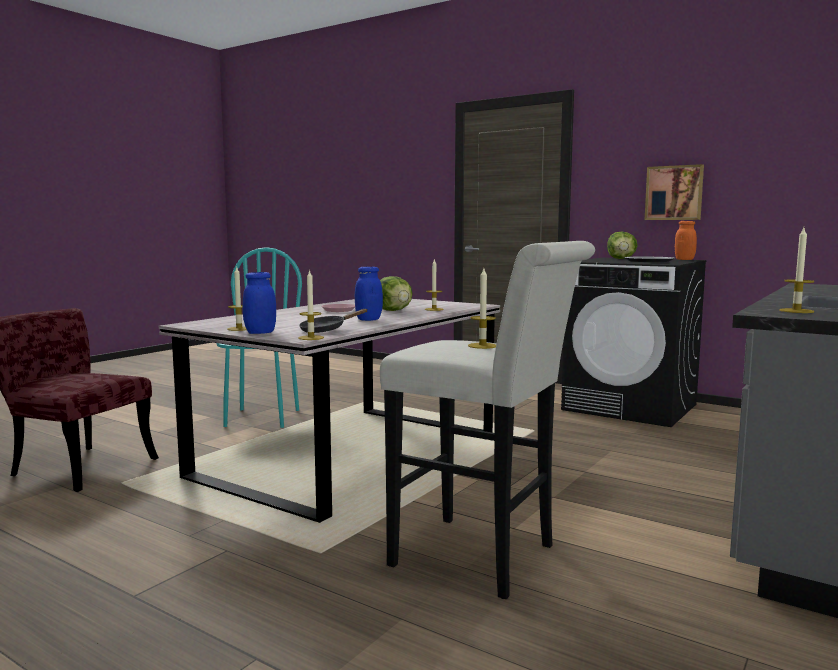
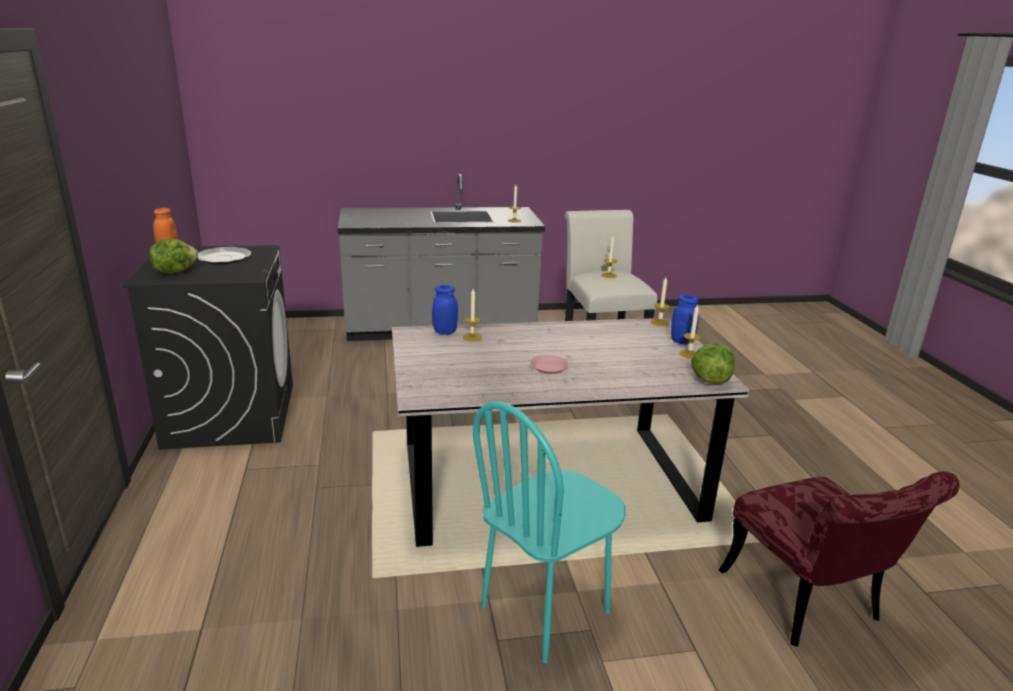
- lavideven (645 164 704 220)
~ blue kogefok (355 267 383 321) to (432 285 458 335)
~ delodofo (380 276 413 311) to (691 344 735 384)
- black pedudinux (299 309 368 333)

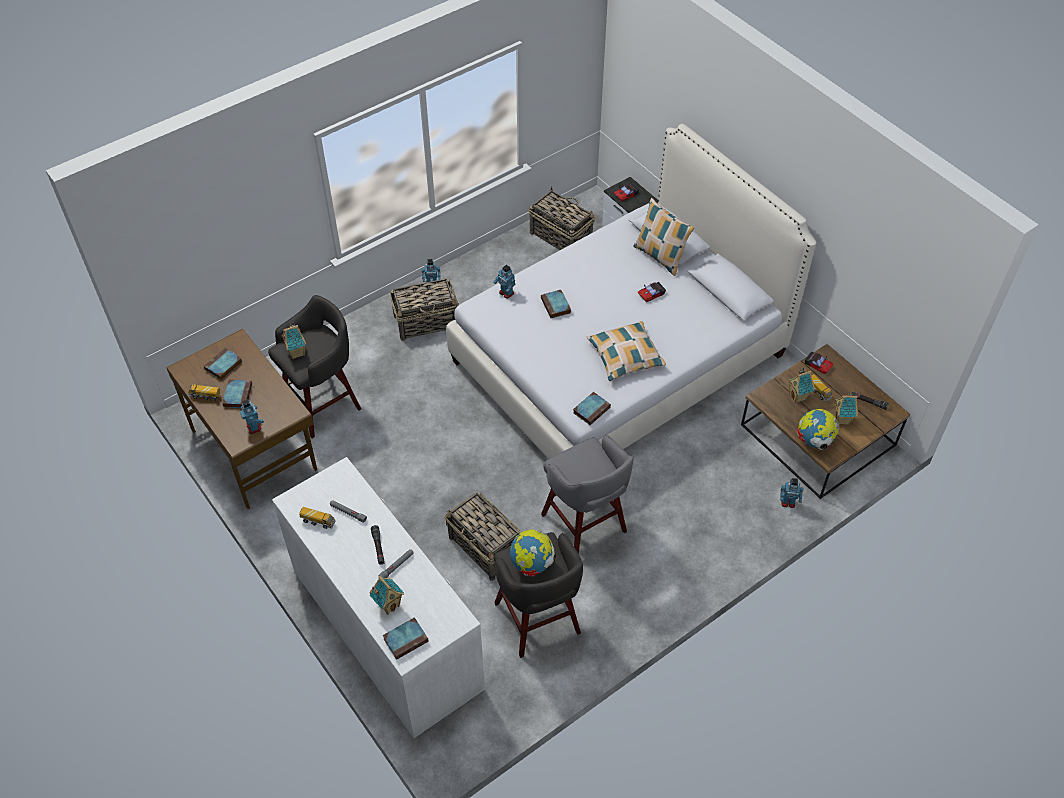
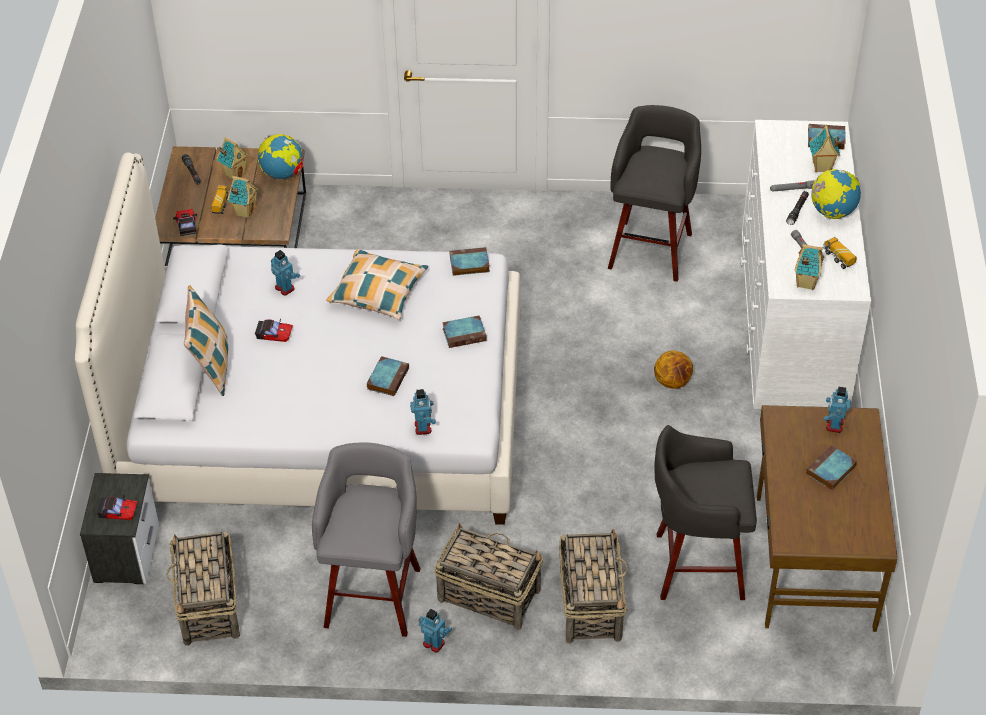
~ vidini (281 322 306 359) to (794 244 825 290)
~ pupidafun (204 348 242 380) to (442 316 487 348)
- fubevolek (188 384 220 401)
~ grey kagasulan (541 435 634 554) to (312 443 421 637)
~ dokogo (780 478 803 508) to (271 250 300 296)
~ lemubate (444 492 521 581) to (559 528 628 644)
~ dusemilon (510 529 556 576) to (811 169 861 219)
+ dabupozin (654 350 693 389)

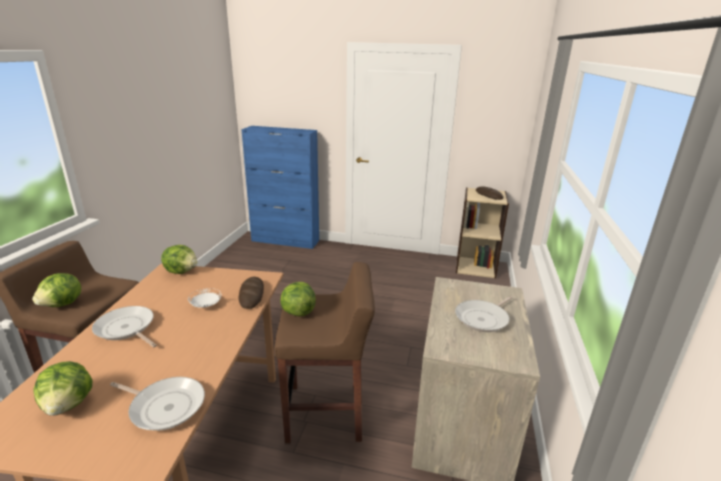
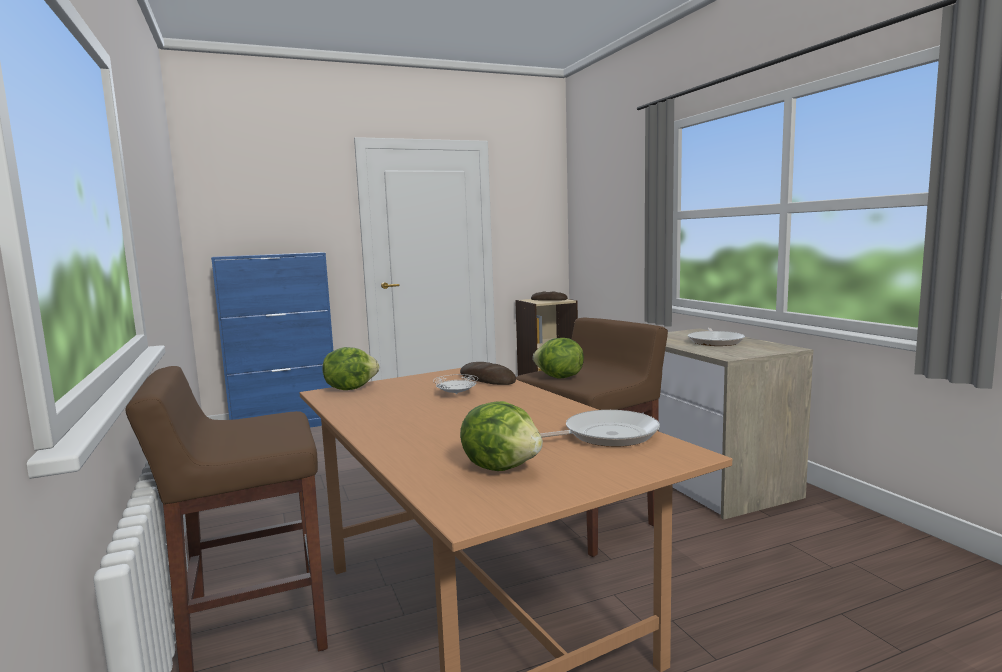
- delodofo (32 273 81 307)
- pedudinux (92 306 157 347)

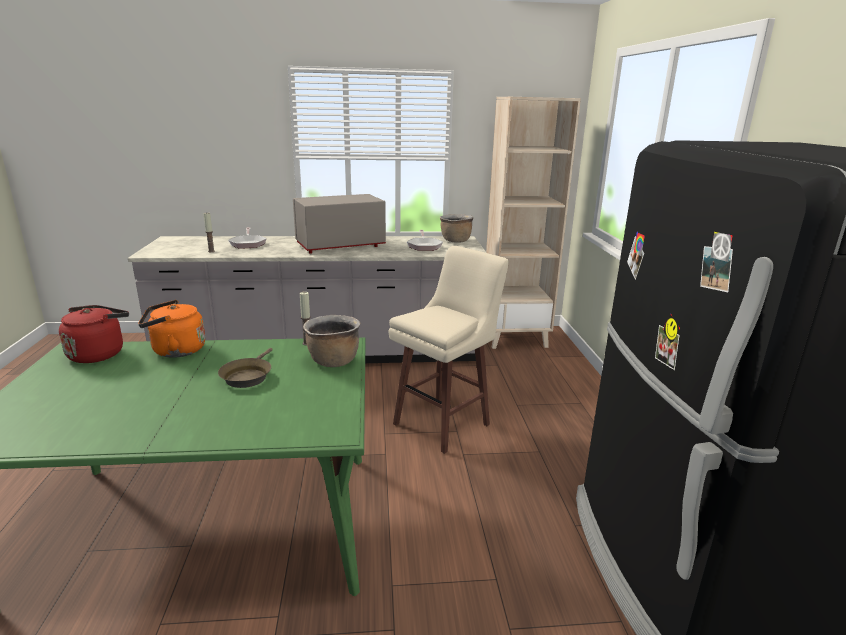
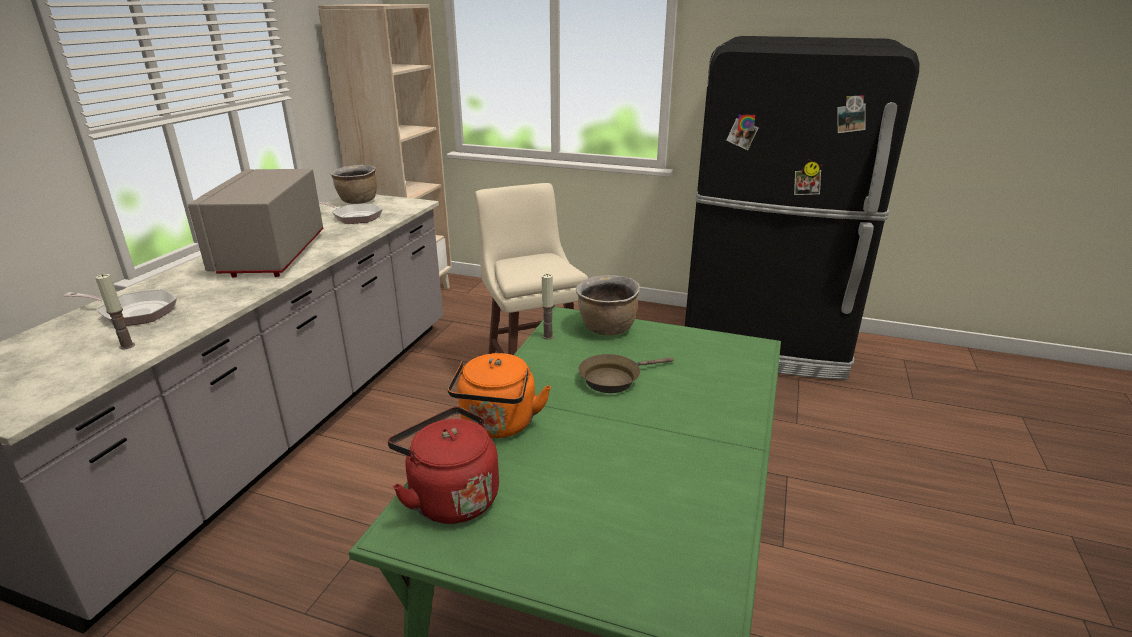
~ brown pedudinux (218 348 273 388) = (578 354 674 393) 120 degrees clockwise

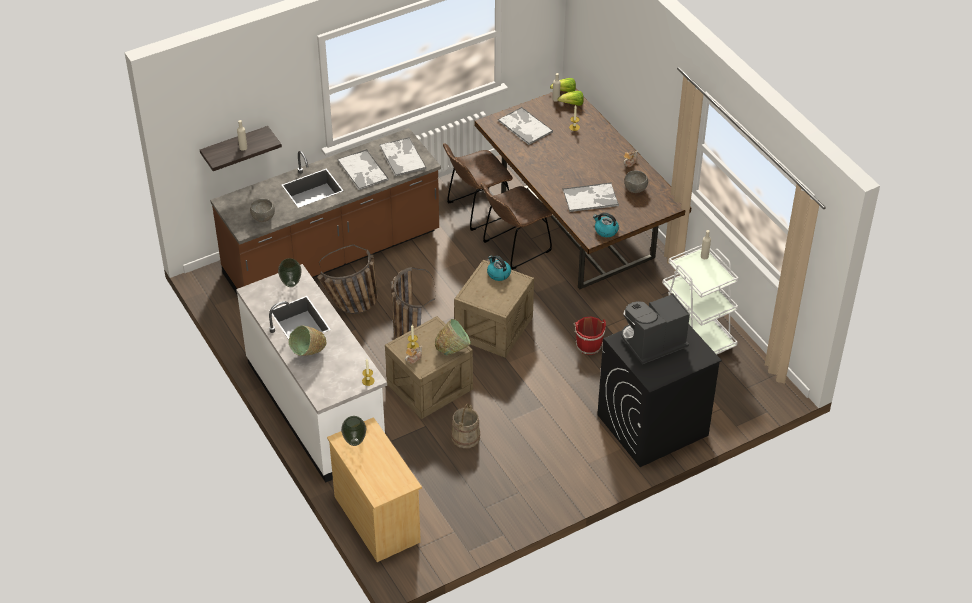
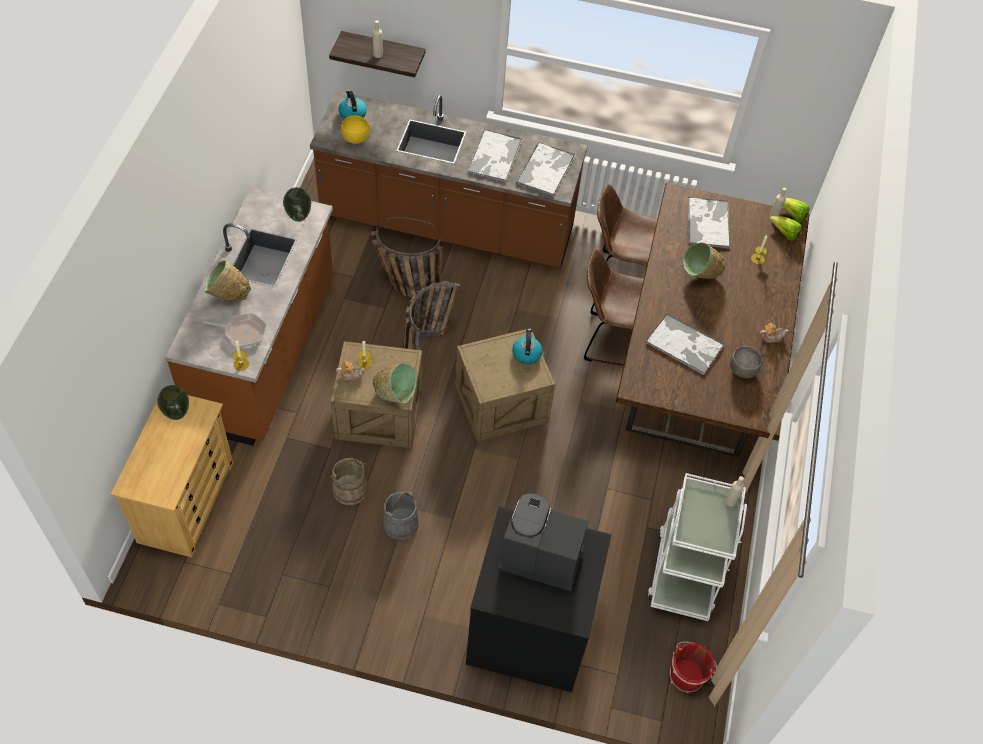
~ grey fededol (250 199 275 222) to yellow fededol (341 115 370 144)
~ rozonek (593 213 619 237) to (339 90 367 119)
~ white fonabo (236 264 387 483) to brown fonabo (165 187 333 446)
~ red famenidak (573 316 606 355) to (670 642 717 693)
+ green fededol (683 243 726 279)
+ pedudinux (203 313 266 347)
+ grey famenidak (383 491 419 540)

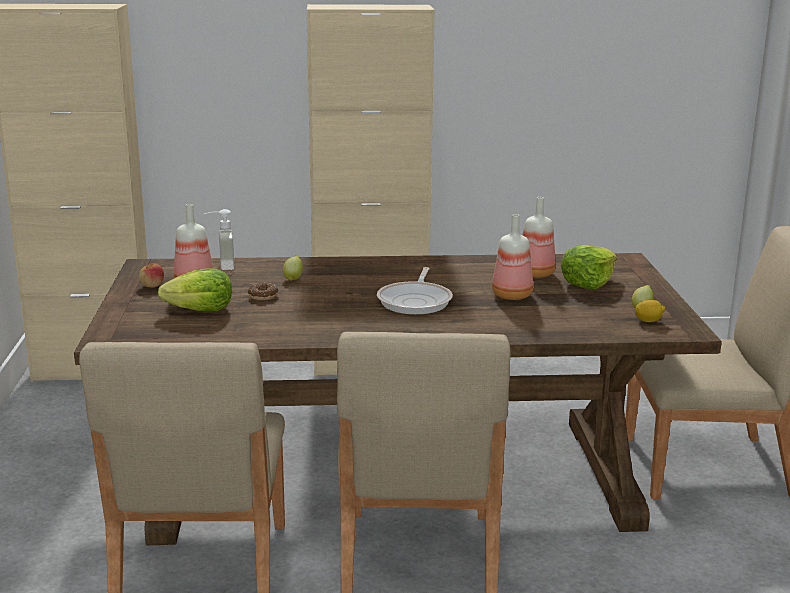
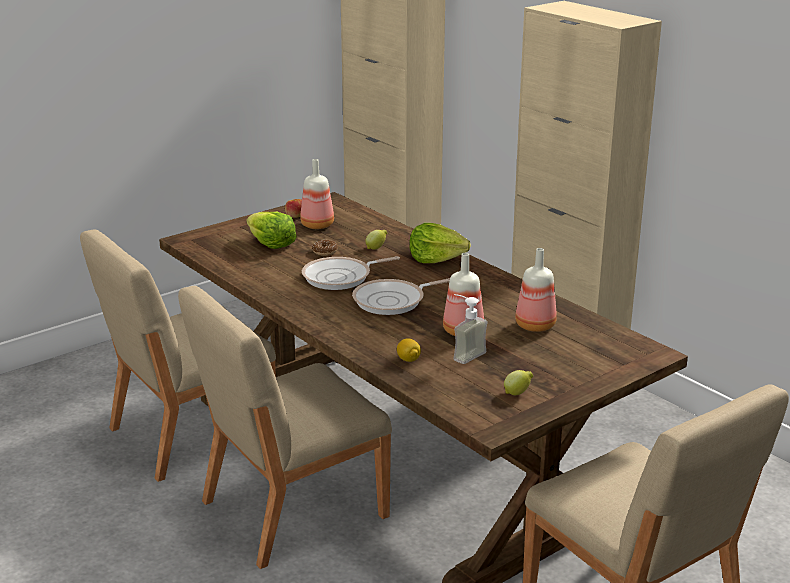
~ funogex (204 209 235 270) to (453 294 488 364)
~ delodofo (561 245 617 289) to (410 223 471 263)
~ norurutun (634 300 665 322) to (397 339 421 362)
+ pedudinux (302 256 400 290)

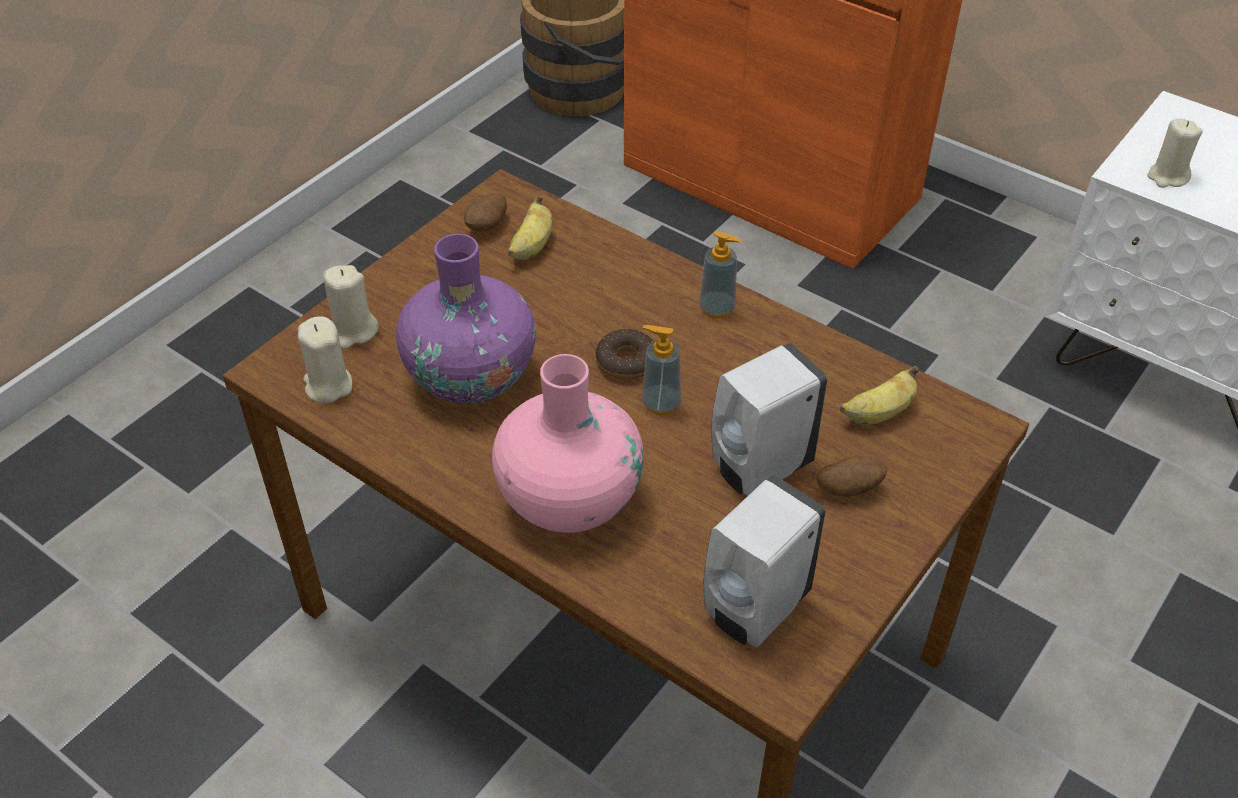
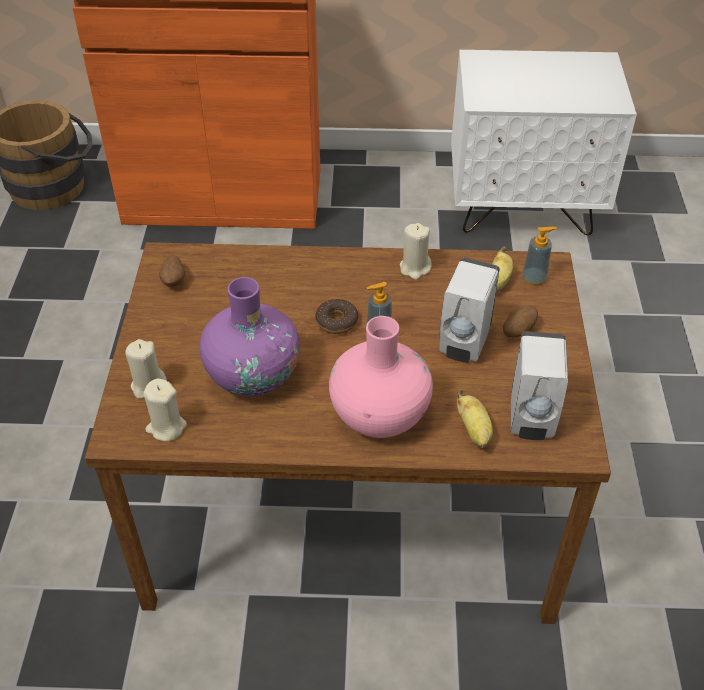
~ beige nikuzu (1148 118 1203 188) to (400 223 432 280)
~ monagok (507 196 553 260) to (456 389 493 448)
~ funogex (699 231 741 319) to (522 227 557 286)

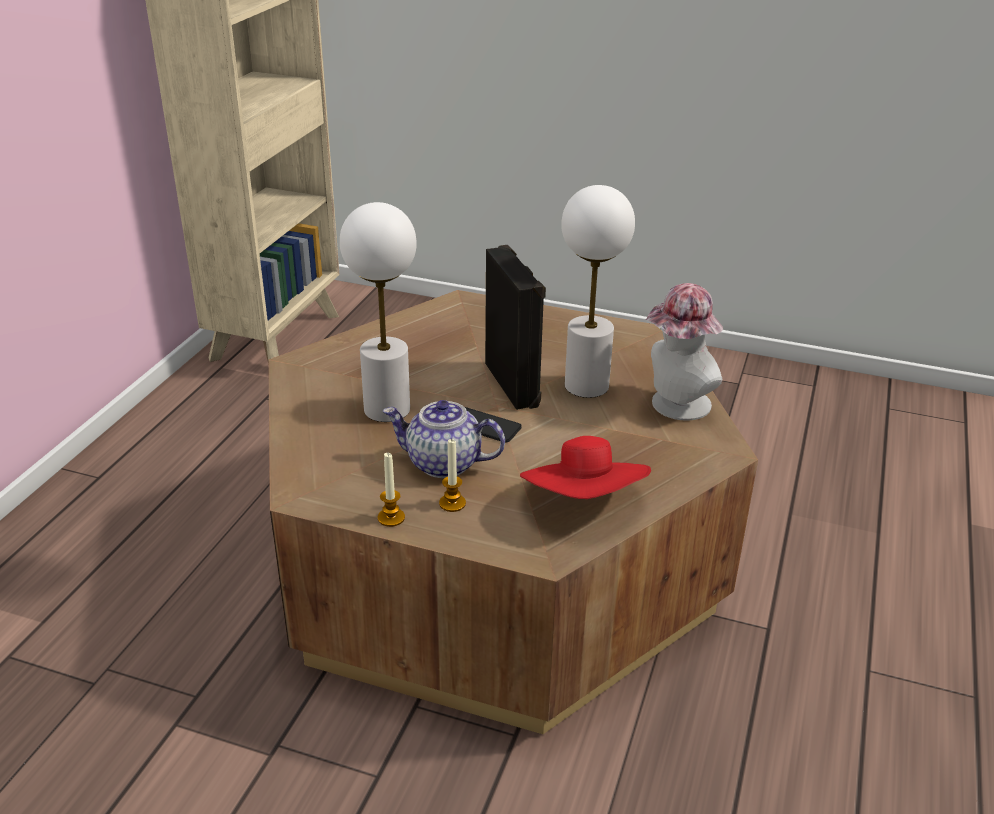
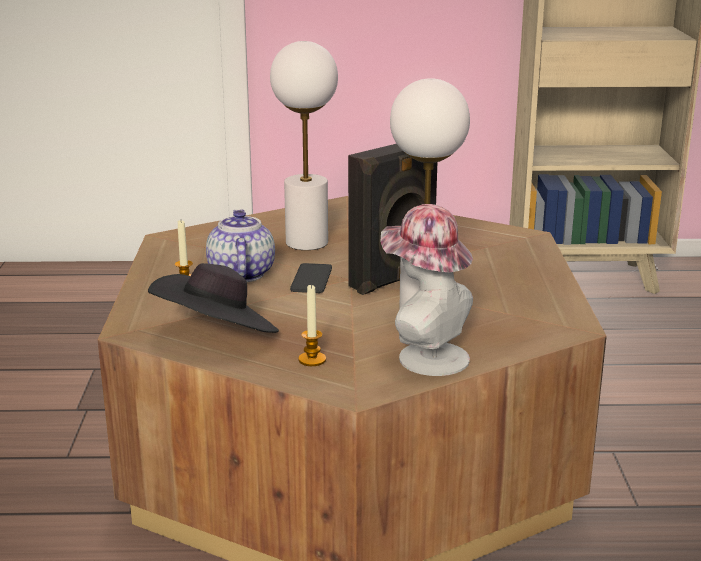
~ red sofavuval (520 436 651 499) to black sofavuval (148 263 279 333)
~ nikuzu (378 453 405 527) to (298 284 326 366)

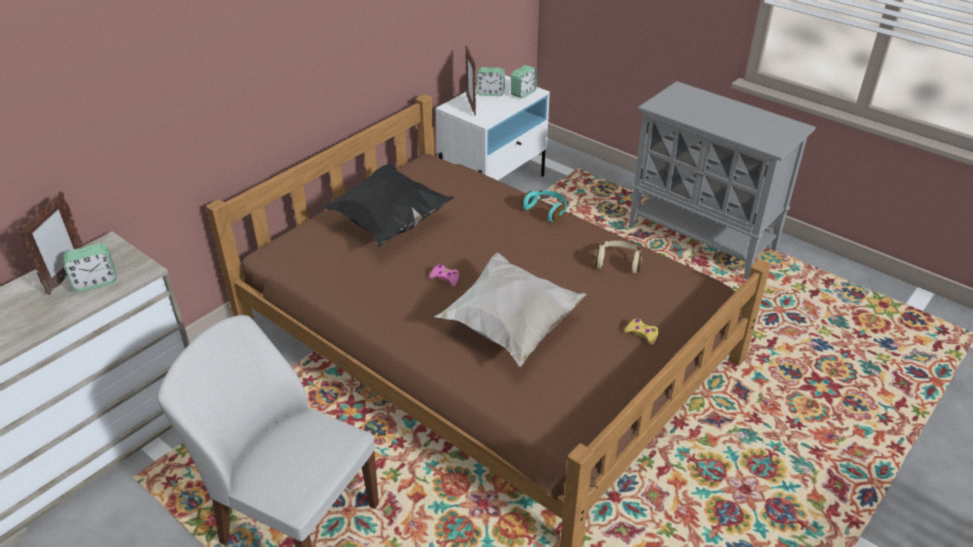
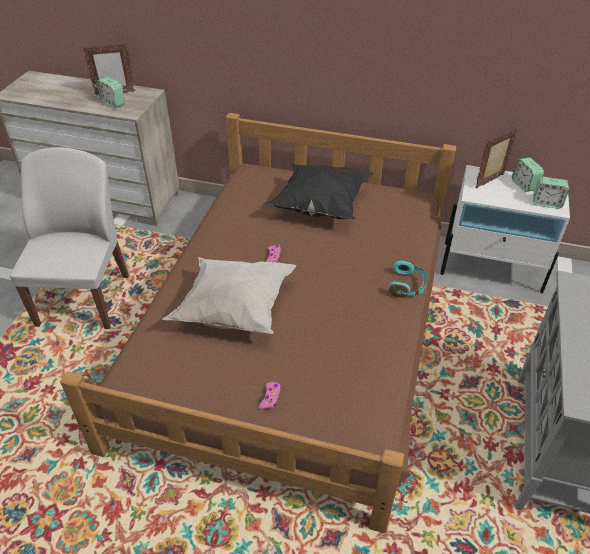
- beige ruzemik (594 241 642 273)
~ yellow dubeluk (624 318 659 345) to pink dubeluk (258 382 281 410)

